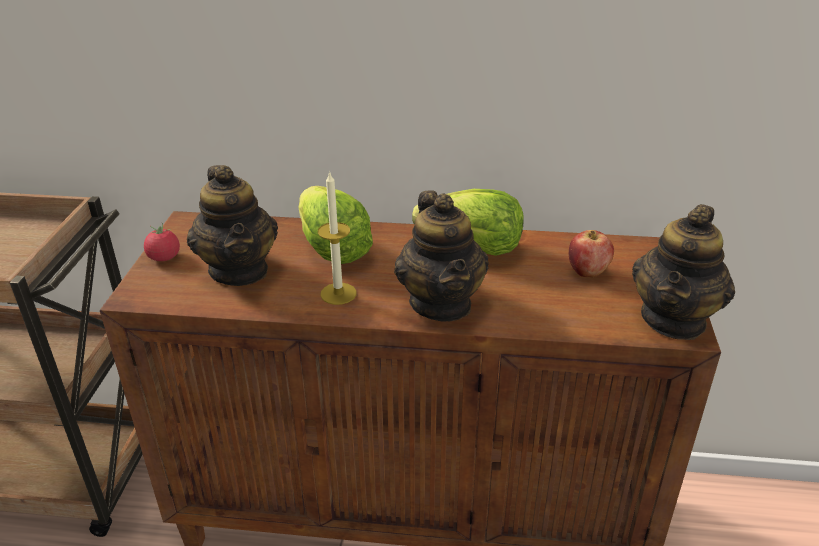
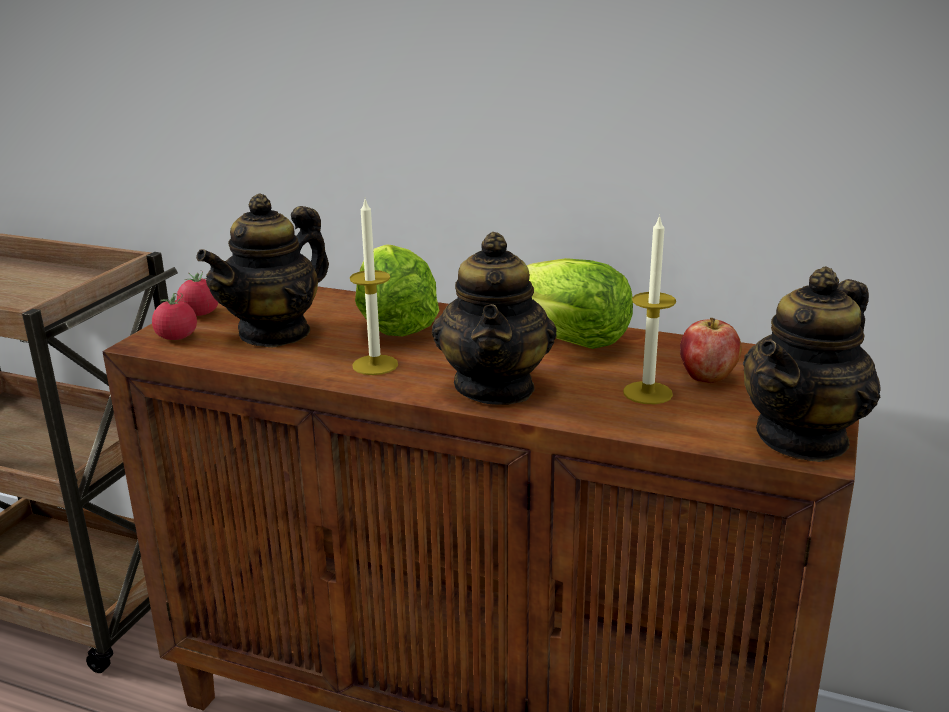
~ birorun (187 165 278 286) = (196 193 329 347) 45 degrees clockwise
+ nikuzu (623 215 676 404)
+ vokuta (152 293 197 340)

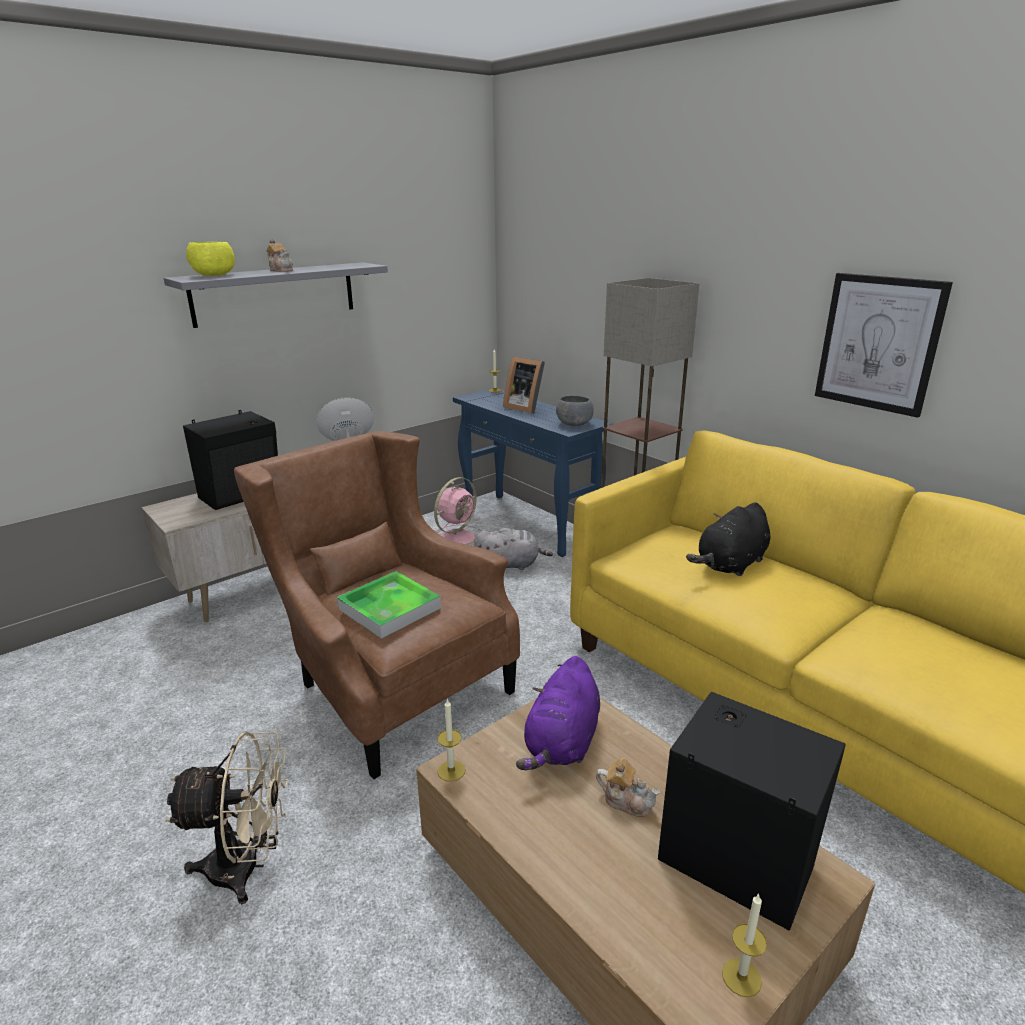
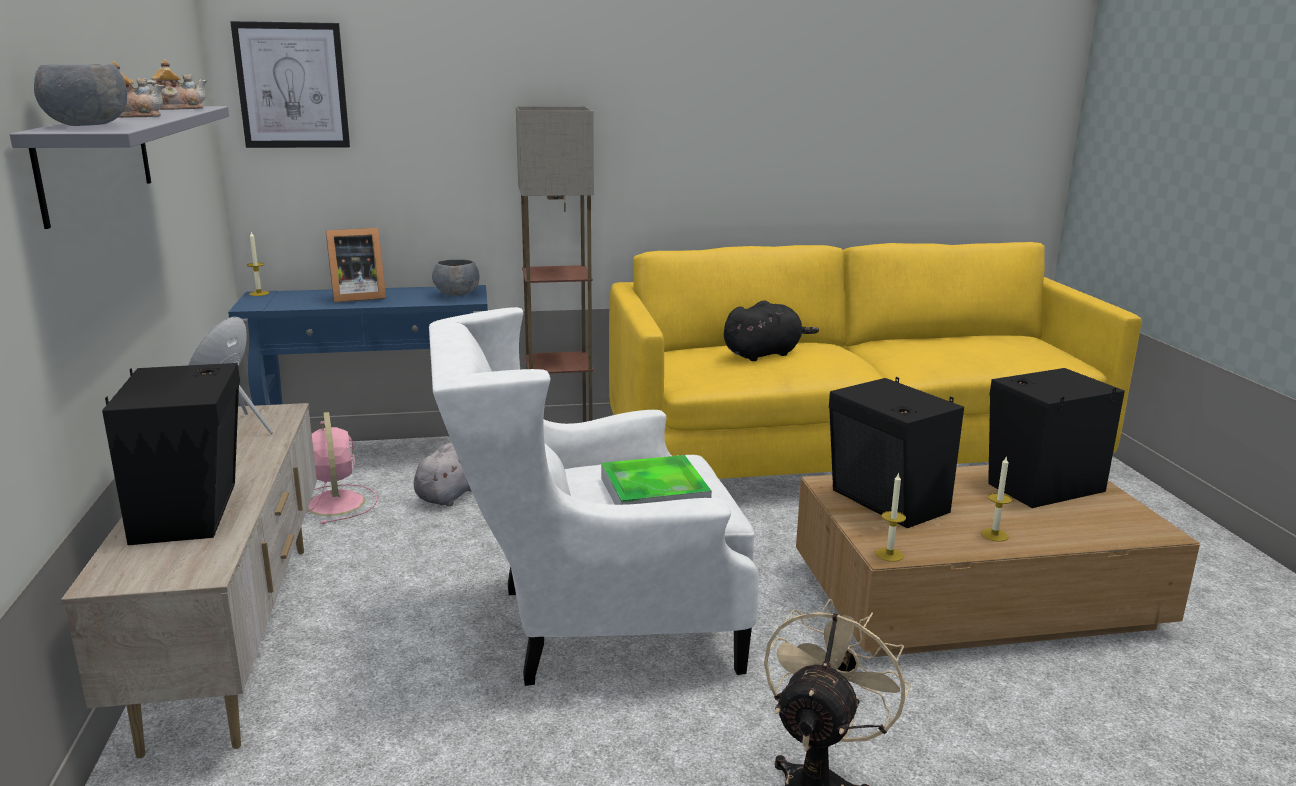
~ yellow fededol (186 242 235 276) to grey fededol (34 64 127 126)
~ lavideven (815 273 953 418) to (230 21 350 148)
~ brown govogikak (234 431 520 779) to white govogikak (429 307 758 686)
~ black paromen (686 502 770 576) = (724 300 819 361) 105 degrees counterclockwise
~ purple paromen (516 656 600 770) to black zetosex (829 377 964 528)
~ birorun (596 758 660 817) to (147 59 207 110)
~ nikuzu (722 893 767 997) to (981 457 1012 542)

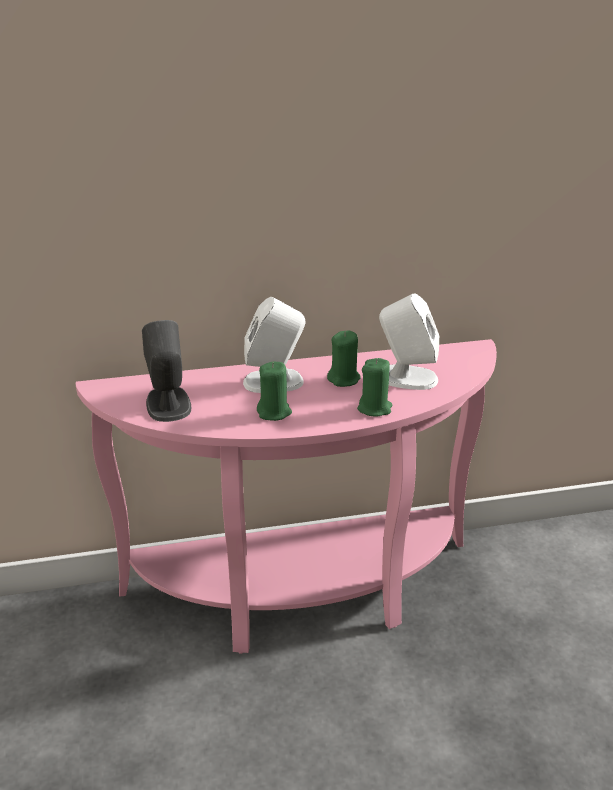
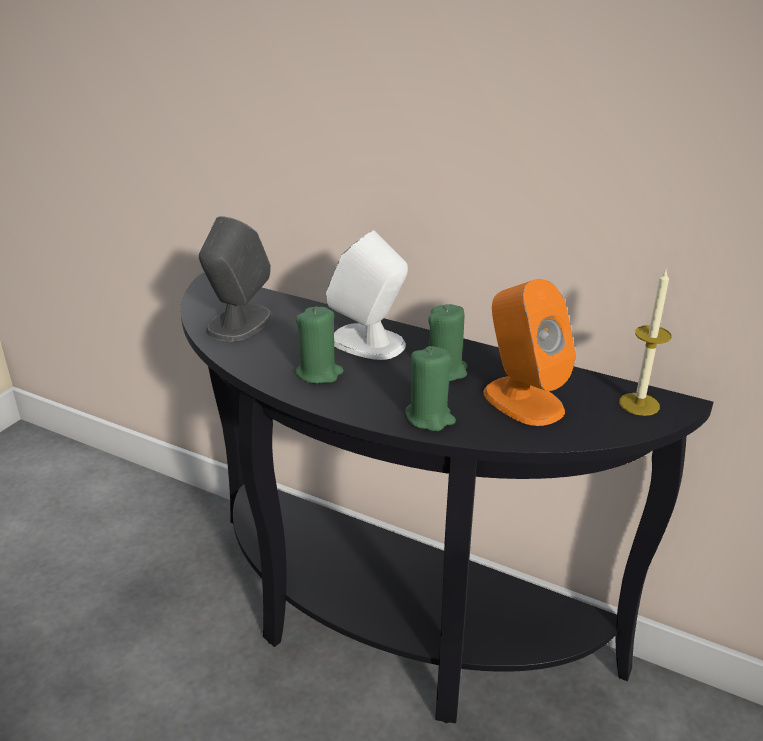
~ white zetosex (379 294 439 390) to orange zetosex (483 279 576 426)
~ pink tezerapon (76 339 497 654) to black tezerapon (180 273 714 723)
+ nikuzu (619 268 672 416)

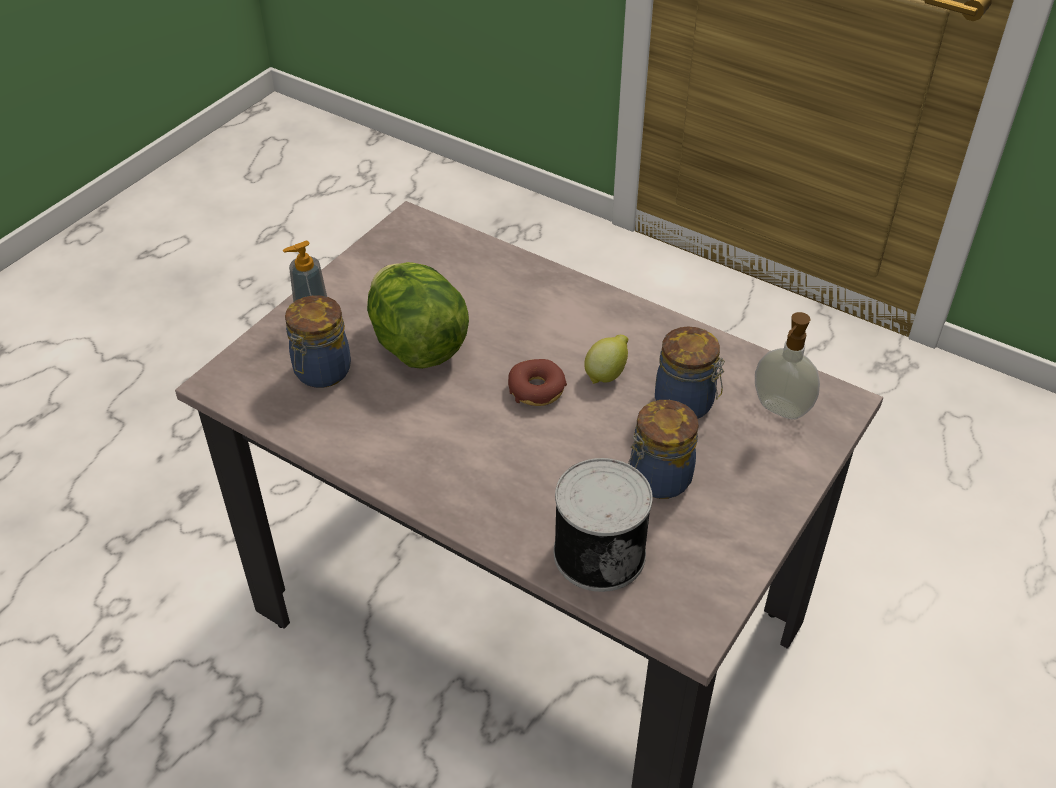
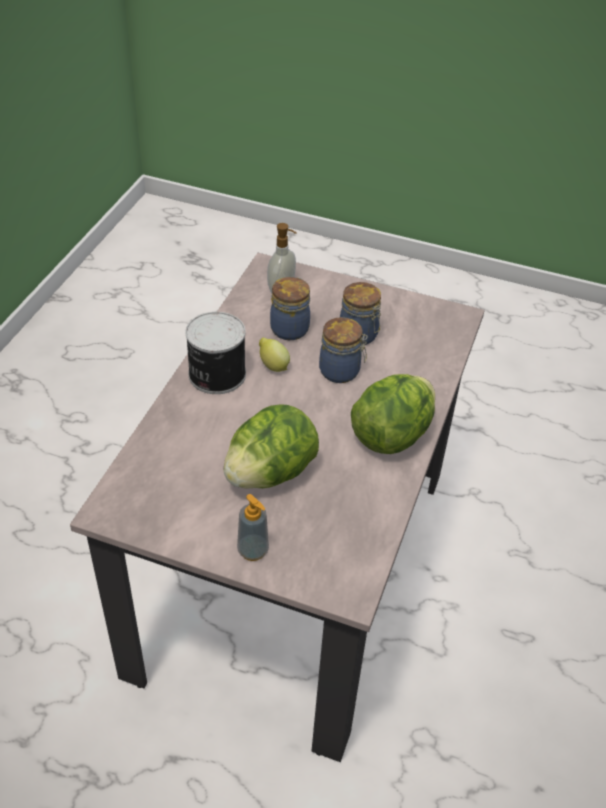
~ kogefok (285 295 351 388) to (319 317 368 383)
- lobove (508 359 567 406)
~ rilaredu (554 458 653 592) to (185 312 246 394)
+ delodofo (351 374 435 454)

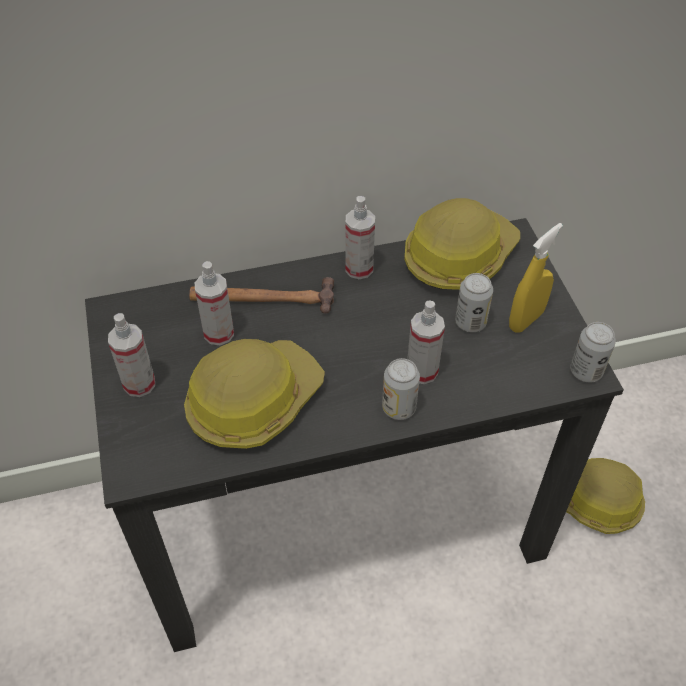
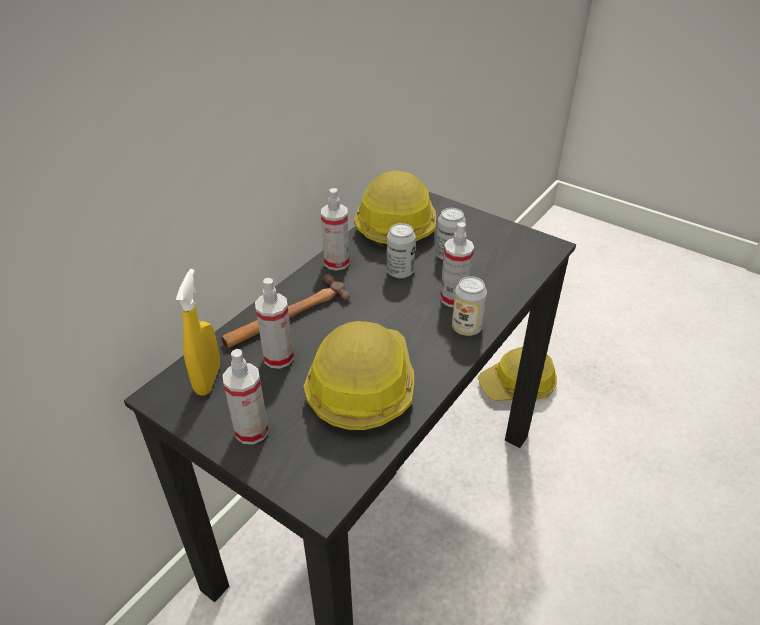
~ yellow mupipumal (509 223 563 333) to (176 269 220 396)
~ rilaredu (570 322 616 382) to (387 223 416 278)

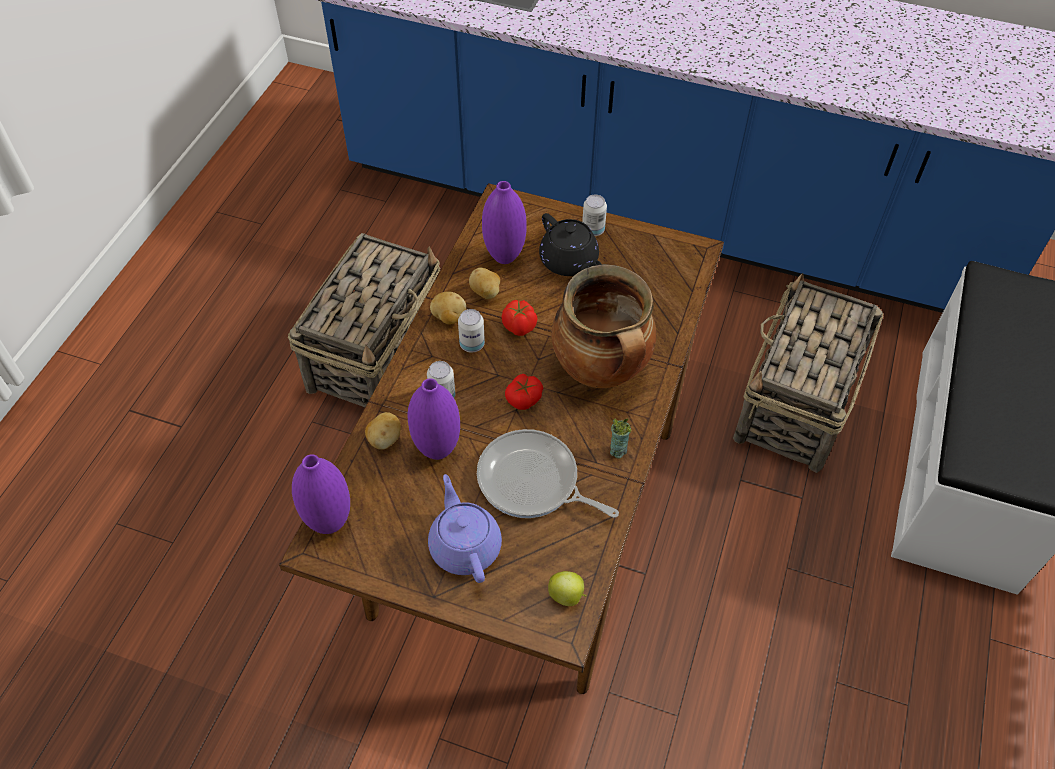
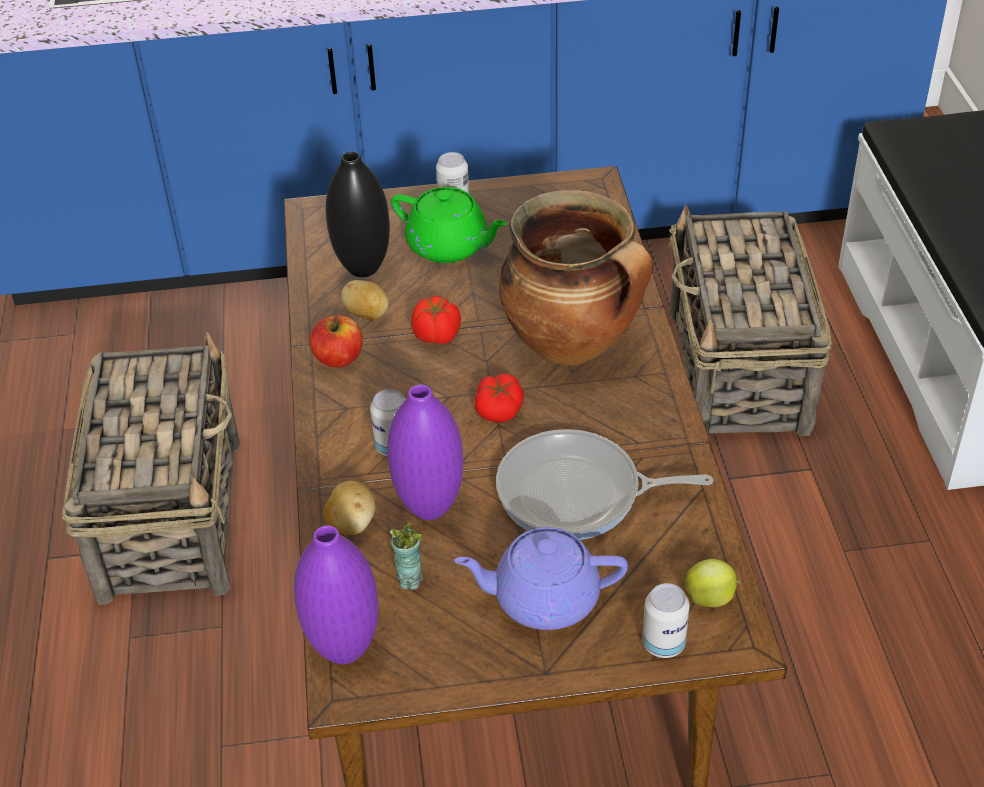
~ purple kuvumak (482 181 527 264) to black kuvumak (326 152 390 277)
~ black birorun (539 213 602 276) to green birorun (391 187 508 263)
~ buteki (430 291 466 324) to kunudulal (309 316 363 368)
~ rilaredu (458 309 485 353) to (642 583 690 658)
~ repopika (610 419 631 459) to (390 523 424 590)
~ purple birorun (428 474 502 583) = (454 527 628 630) 45 degrees counterclockwise

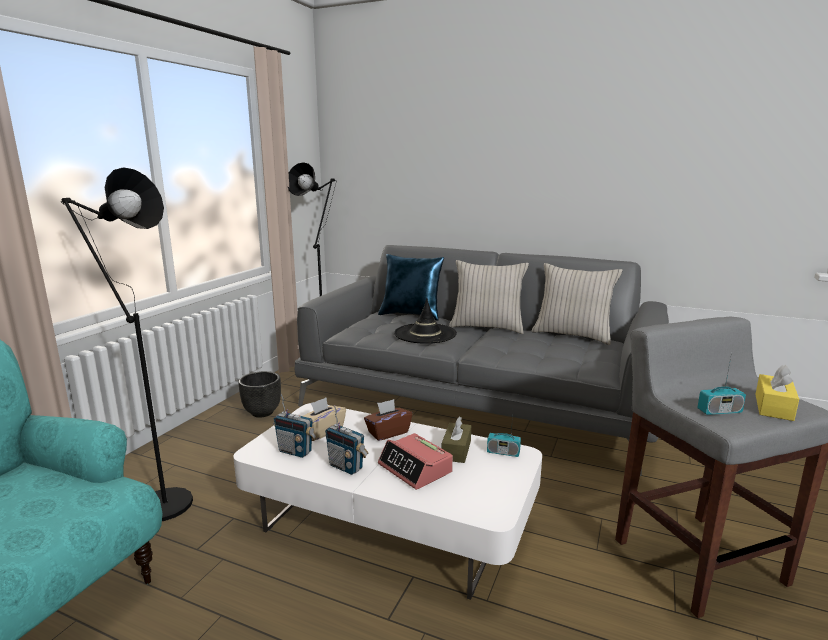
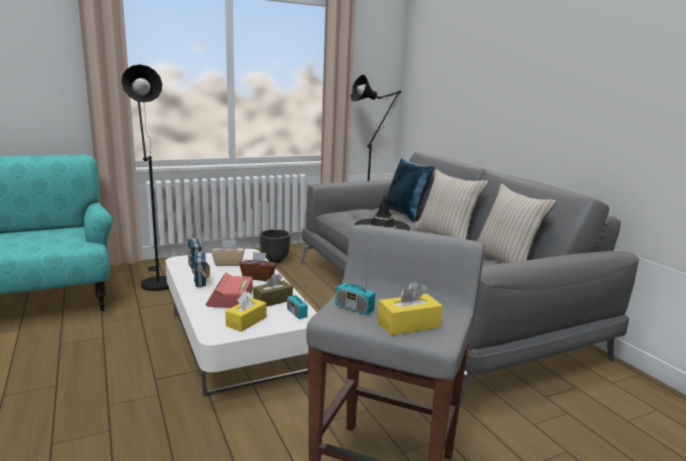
+ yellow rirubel (225 291 266 332)

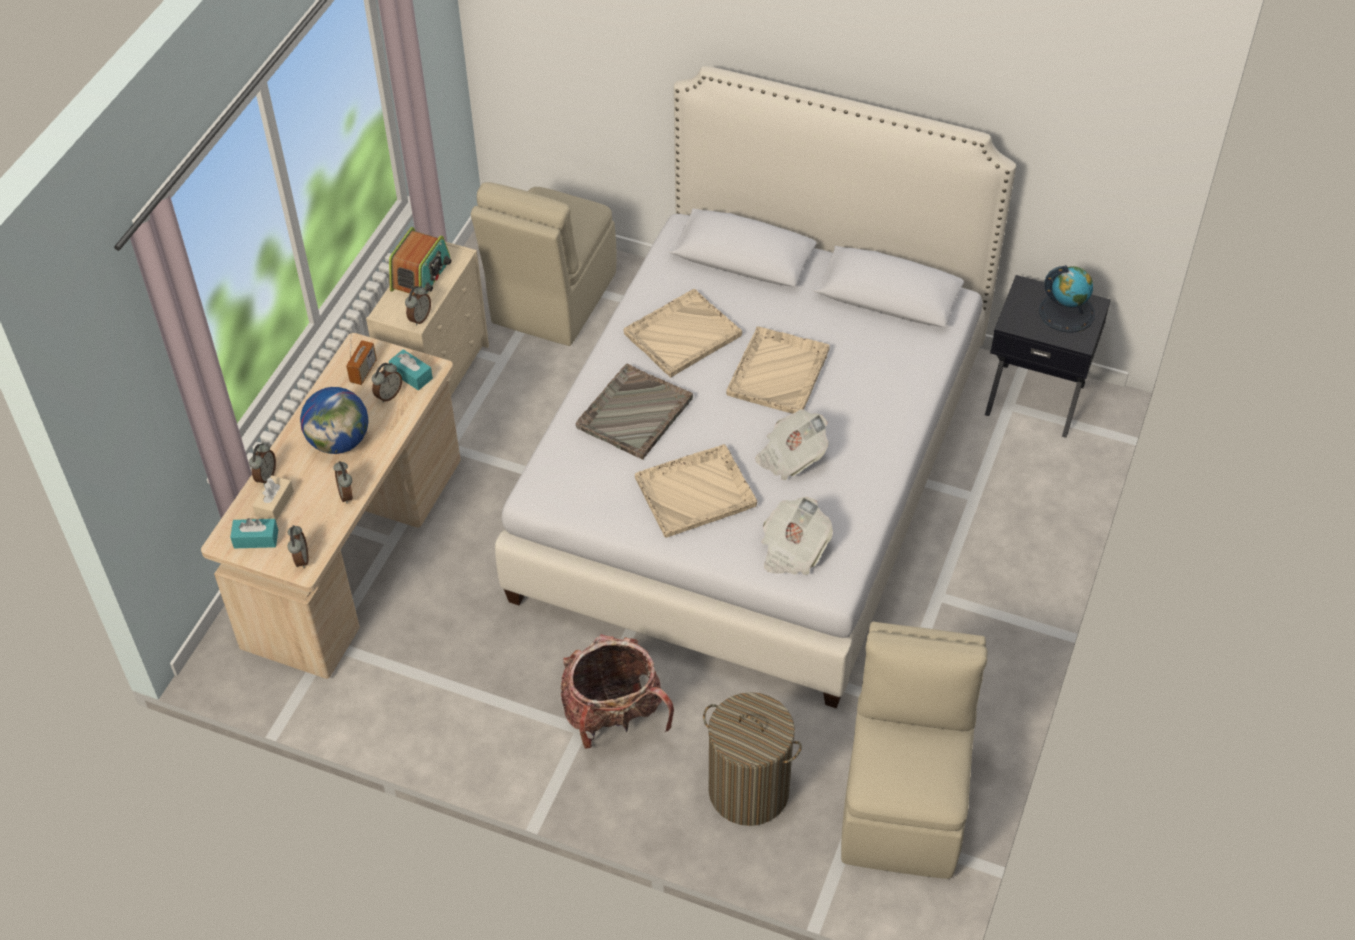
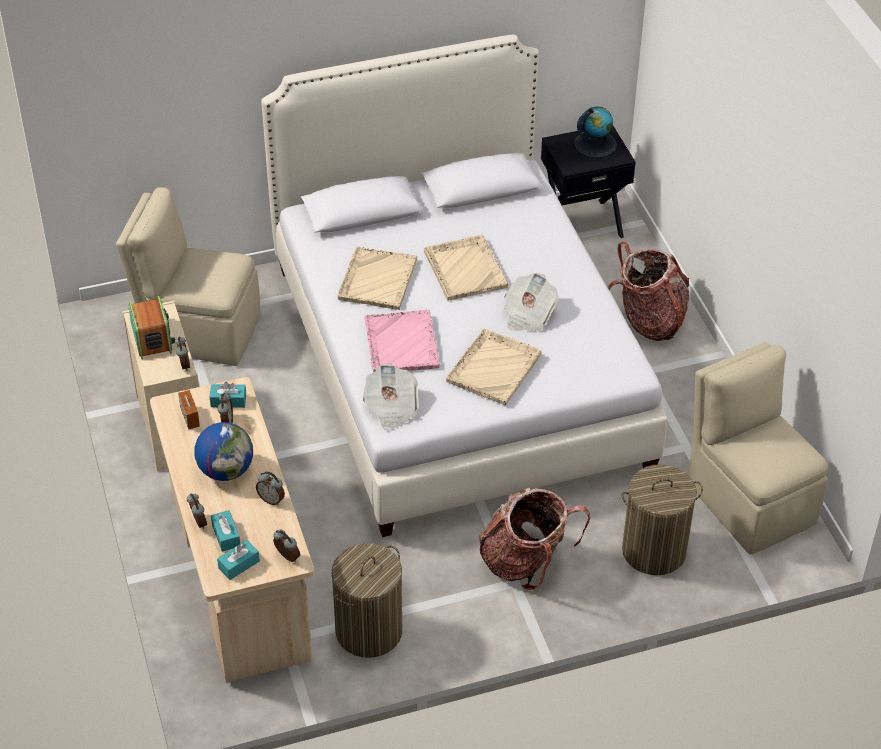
~ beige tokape (471 182 617 346) = (116 187 260 366) 120 degrees clockwise
~ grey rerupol (576 364 693 460) to pink rerupol (364 310 440 372)
~ beige rirubel (253 475 294 521) to turquoise rirubel (211 510 240 552)
~ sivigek (761 497 833 575) to (363 363 418 430)
+ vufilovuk (608 242 689 341)
+ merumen (332 543 402 658)

